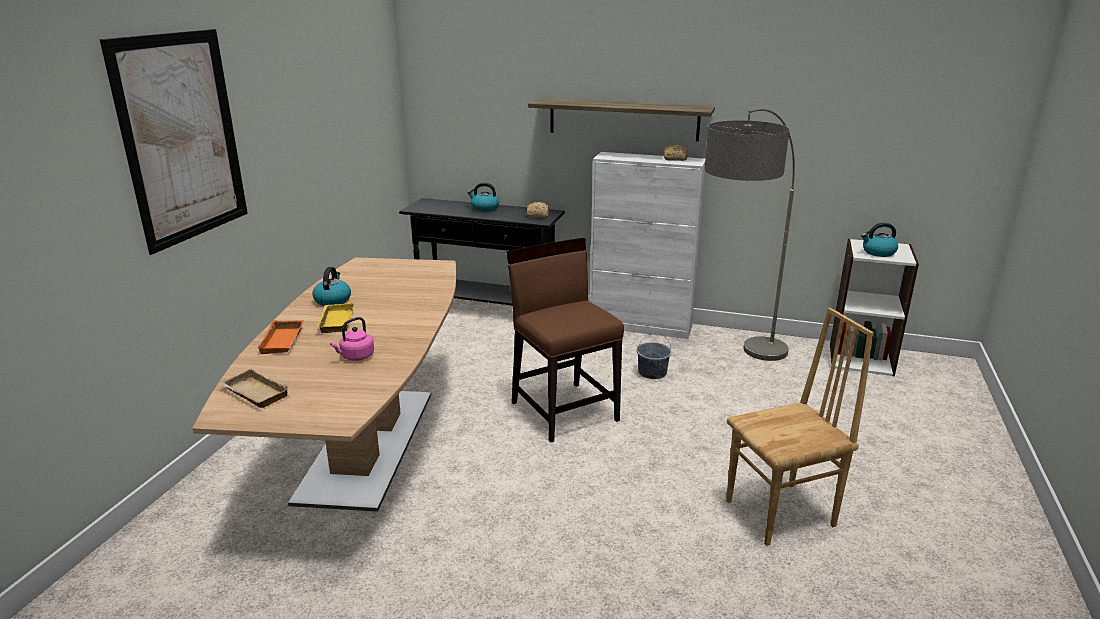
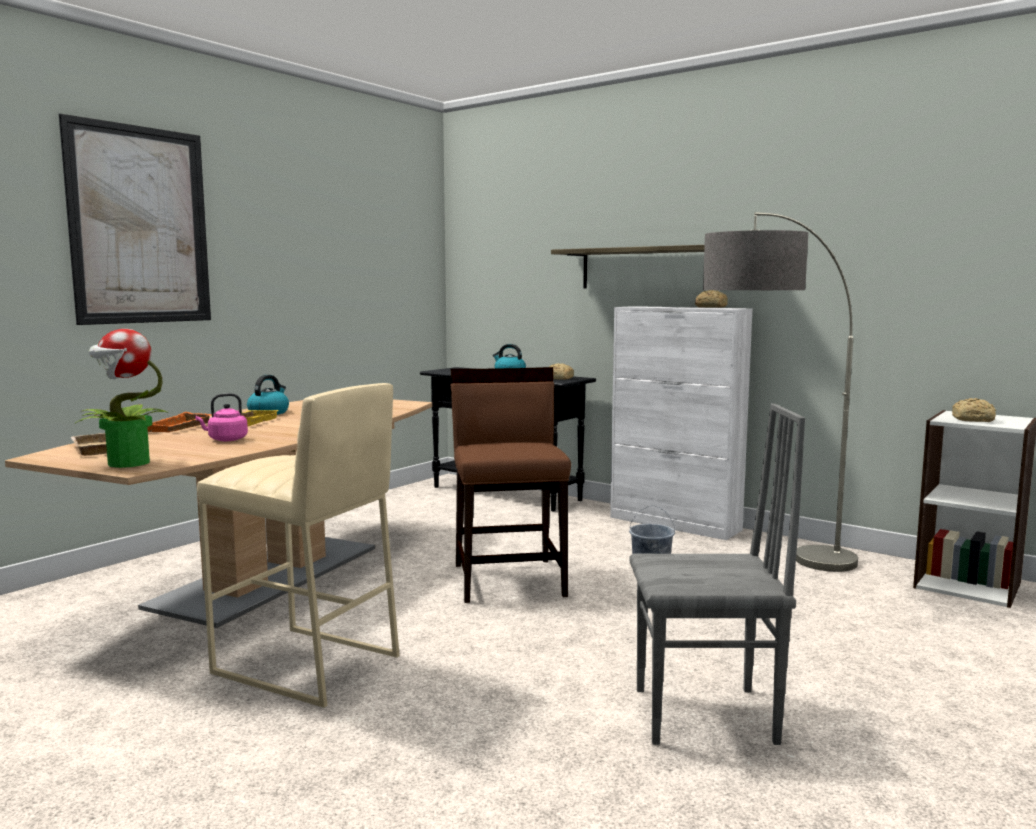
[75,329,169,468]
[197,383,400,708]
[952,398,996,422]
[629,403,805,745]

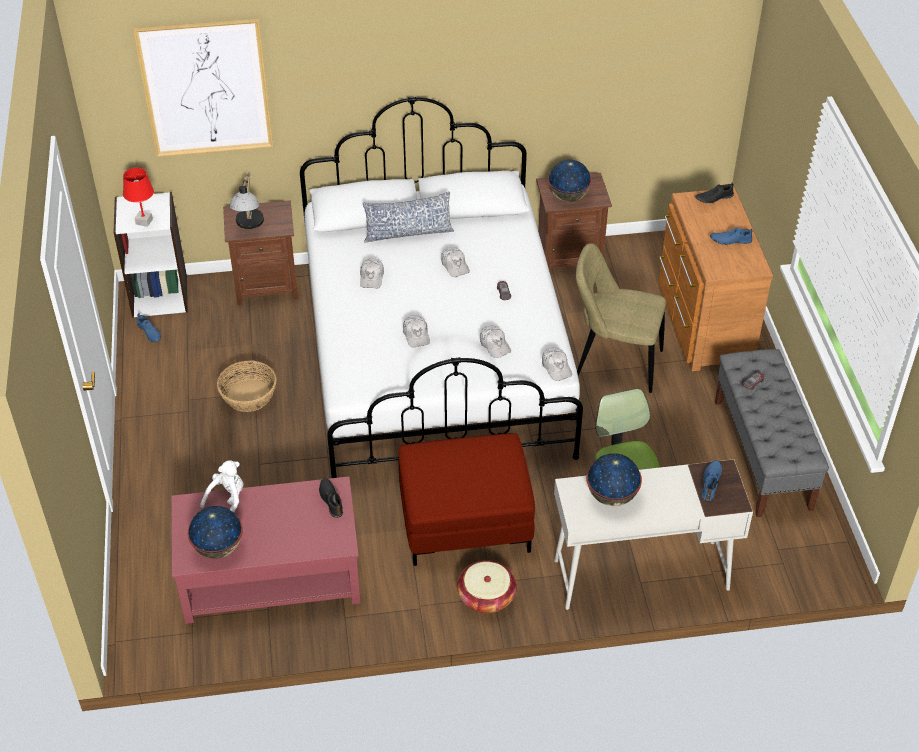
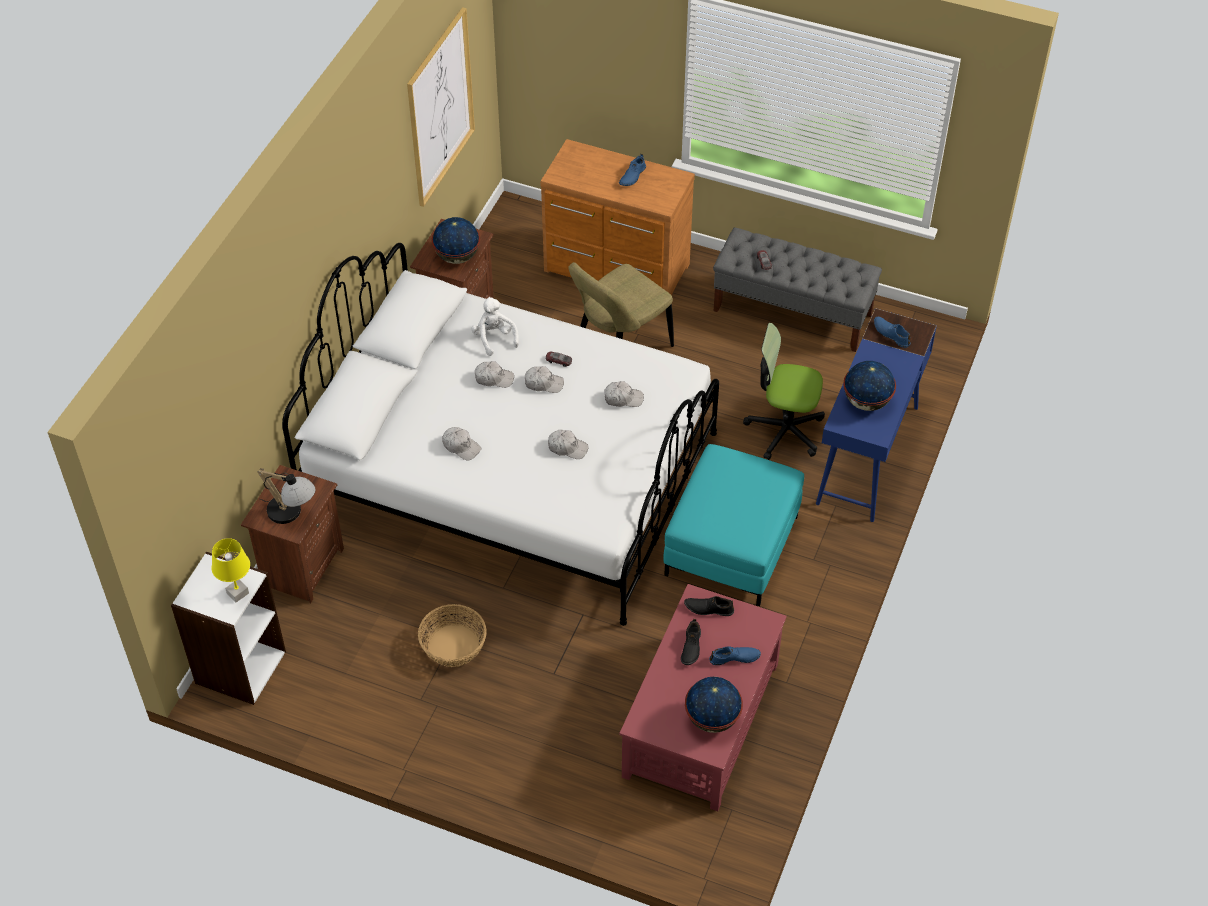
[363,192,454,243] (first image)
[457,560,517,613] (first image)
[407,7,475,207]
[709,646,761,665]
[471,297,519,356]
[525,366,564,393]
[681,619,701,665]
[212,538,250,602]
[663,444,804,606]
[816,308,937,522]

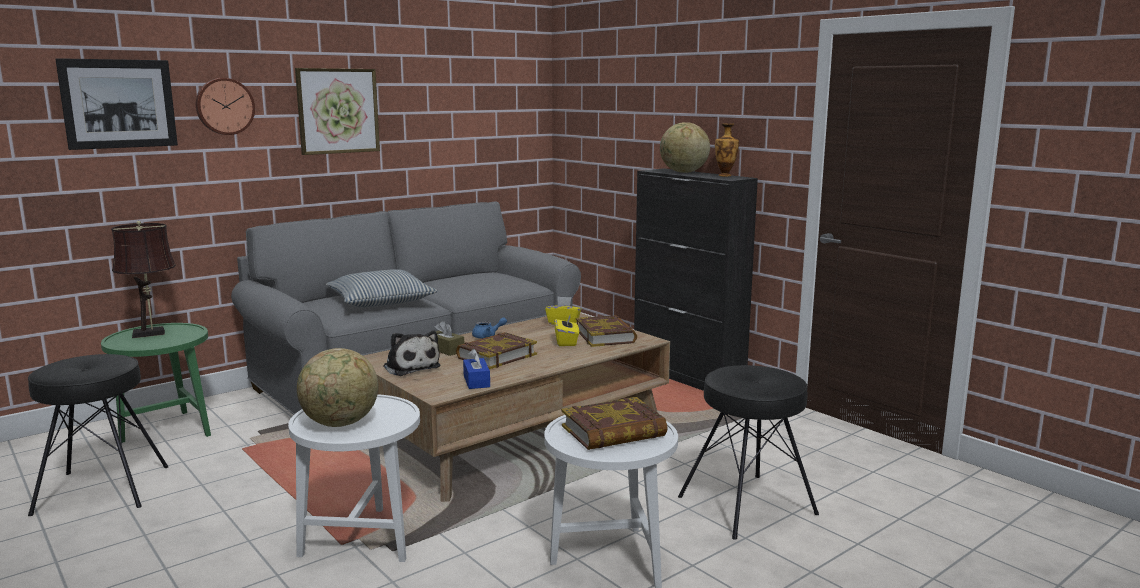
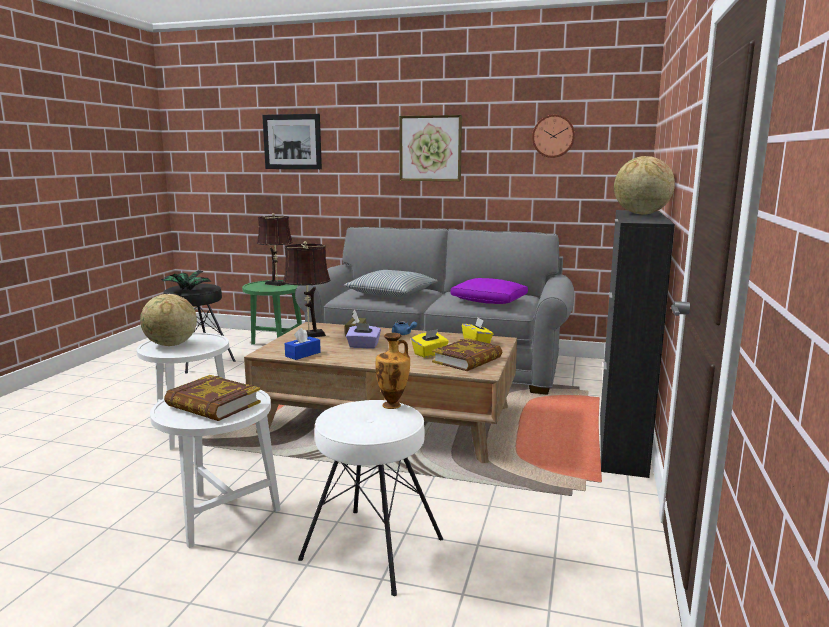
[161,270,211,290]
[451,278,528,304]
[532,114,575,158]
[376,333,410,409]
[283,241,331,337]
[346,323,381,349]
[298,400,443,596]

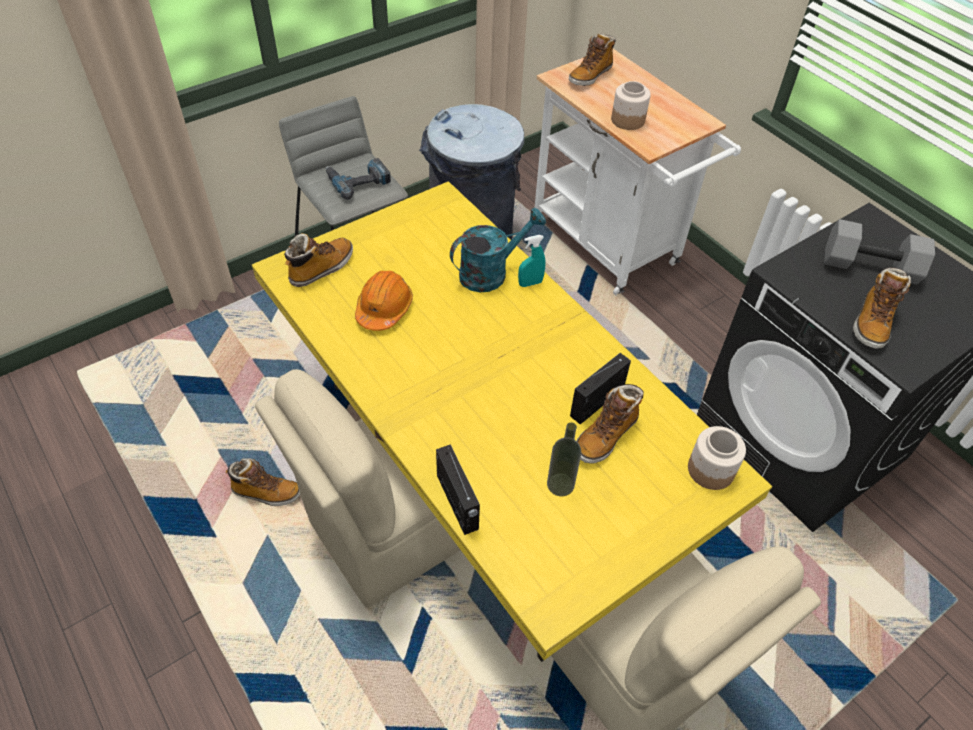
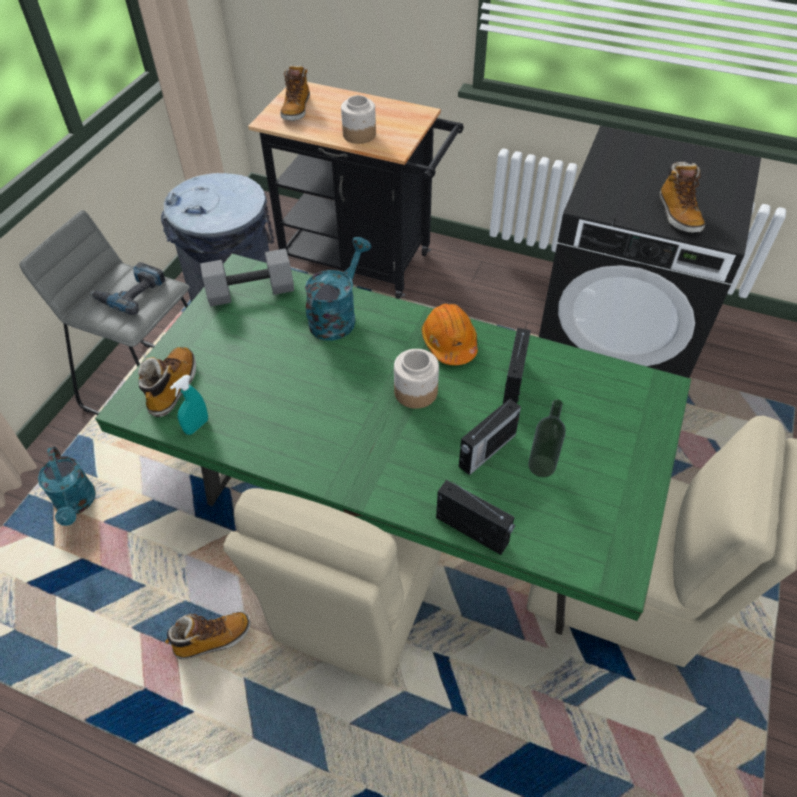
[577,384,644,463] (first image)
[38,446,96,526]
[459,399,521,476]
[422,304,478,365]
[170,375,208,435]
[394,349,439,409]
[200,249,294,306]
[95,254,691,635]
[248,82,464,299]

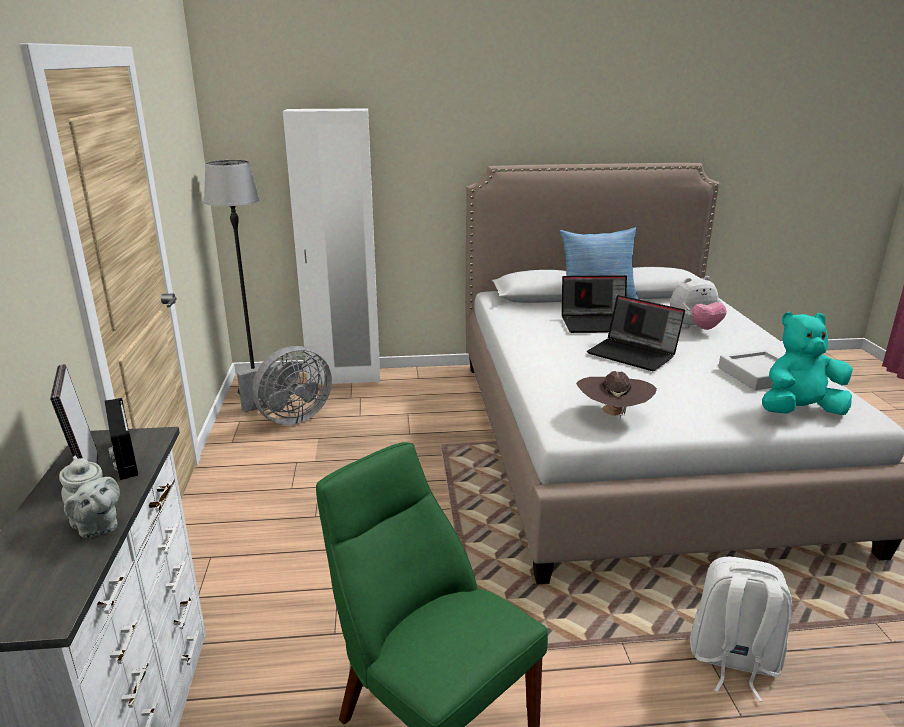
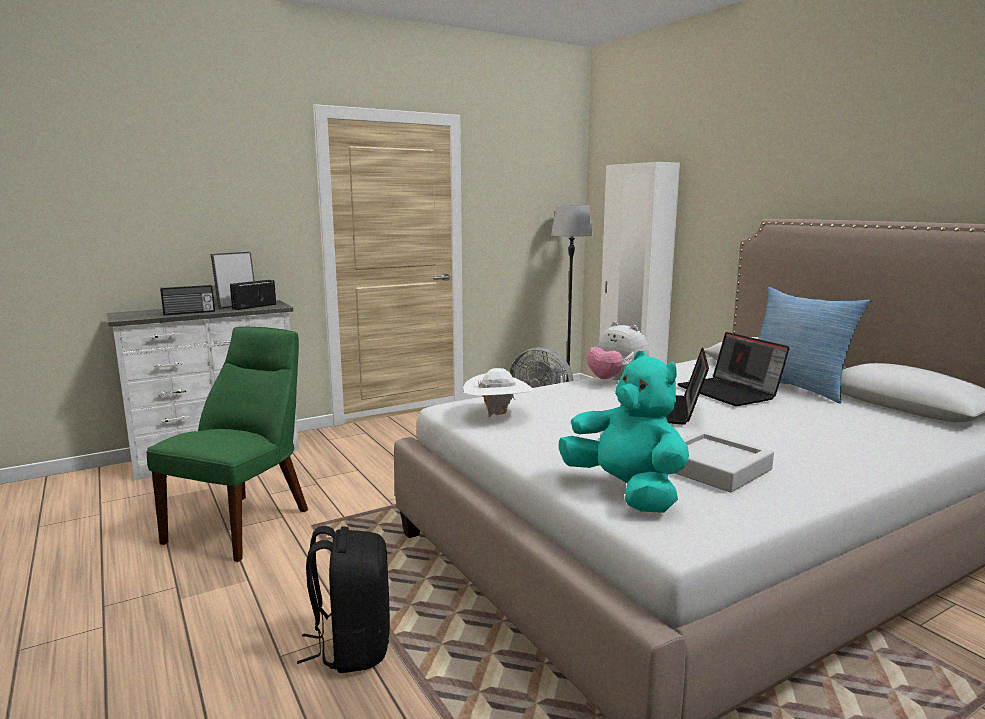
[587,321,649,380]
[160,285,215,315]
[463,368,533,417]
[297,526,390,673]

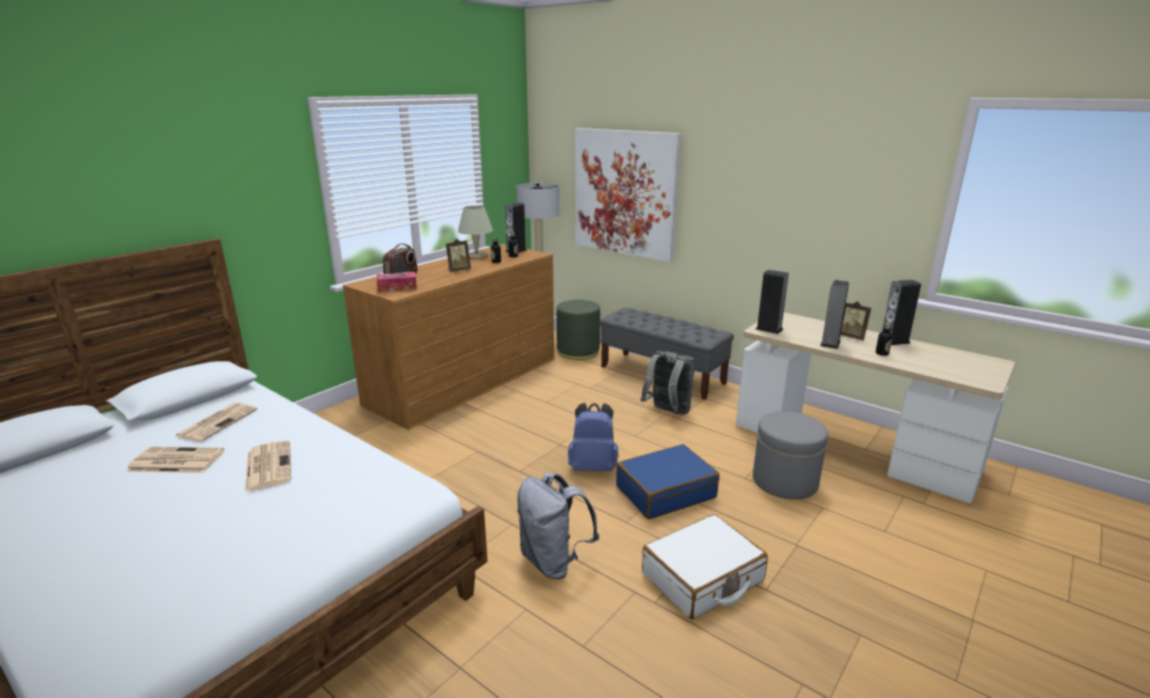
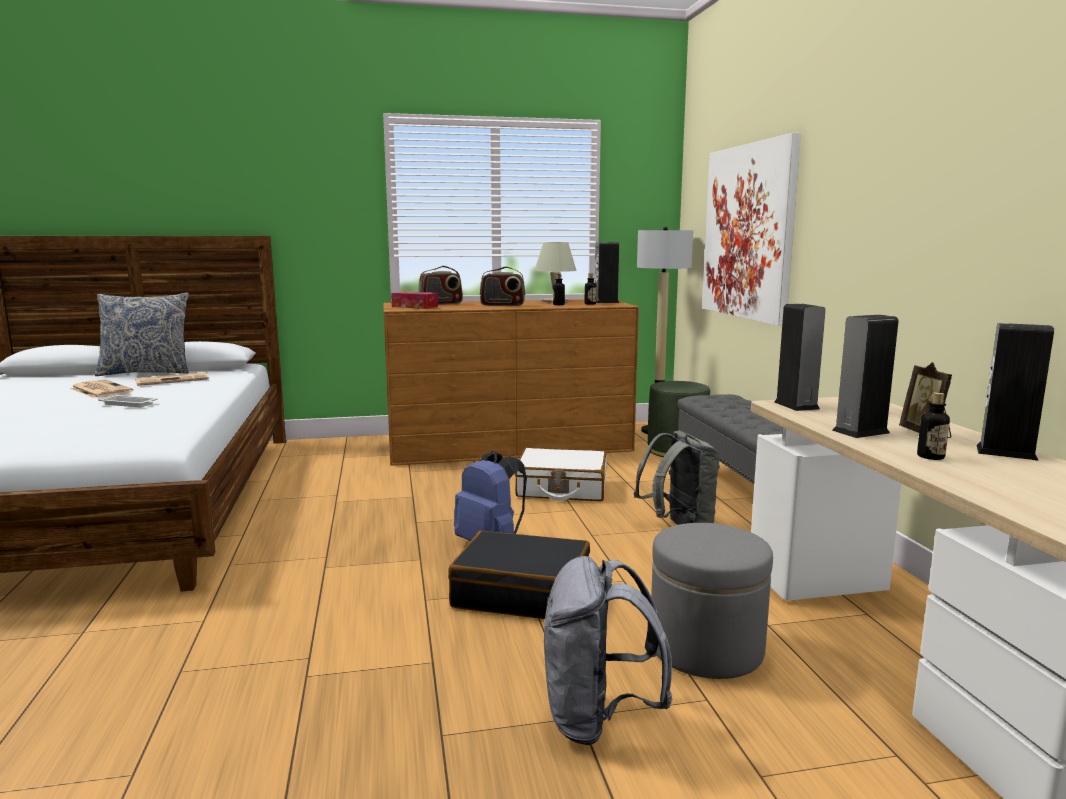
[95,292,189,376]
[544,556,672,745]
[515,448,607,501]
[98,394,158,407]
[480,266,525,306]
[448,531,590,619]

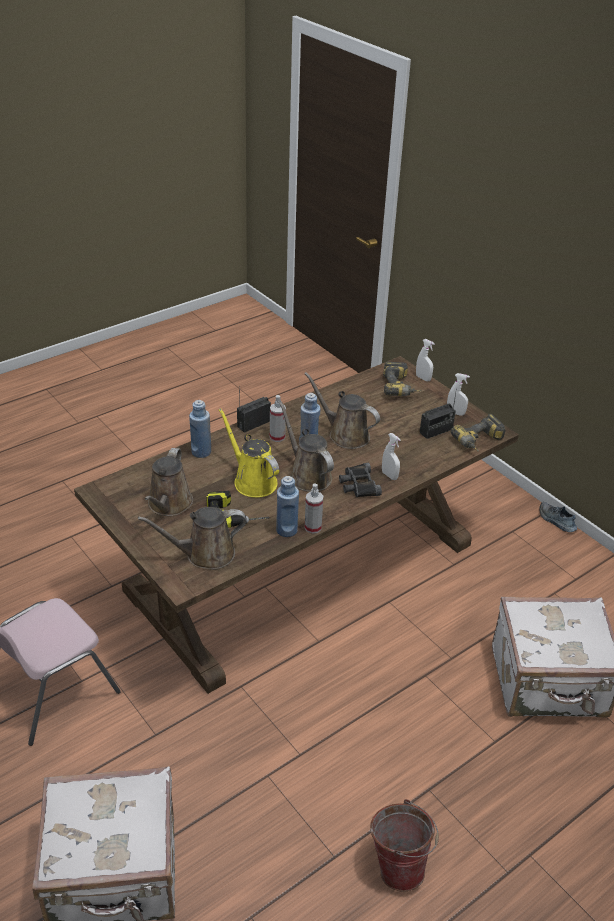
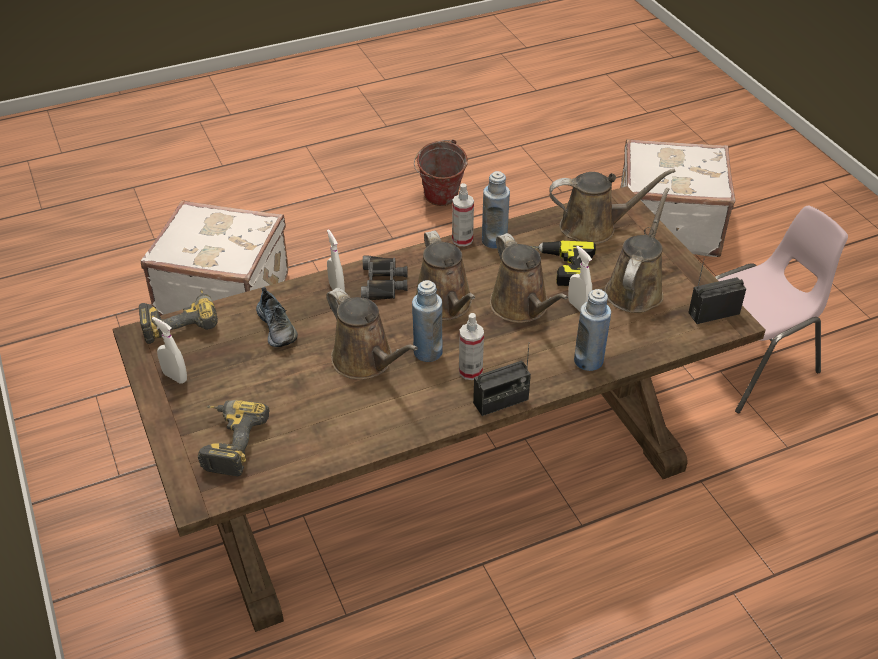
[568,246,592,312]
[688,258,746,324]
[256,287,298,347]
[490,233,568,323]

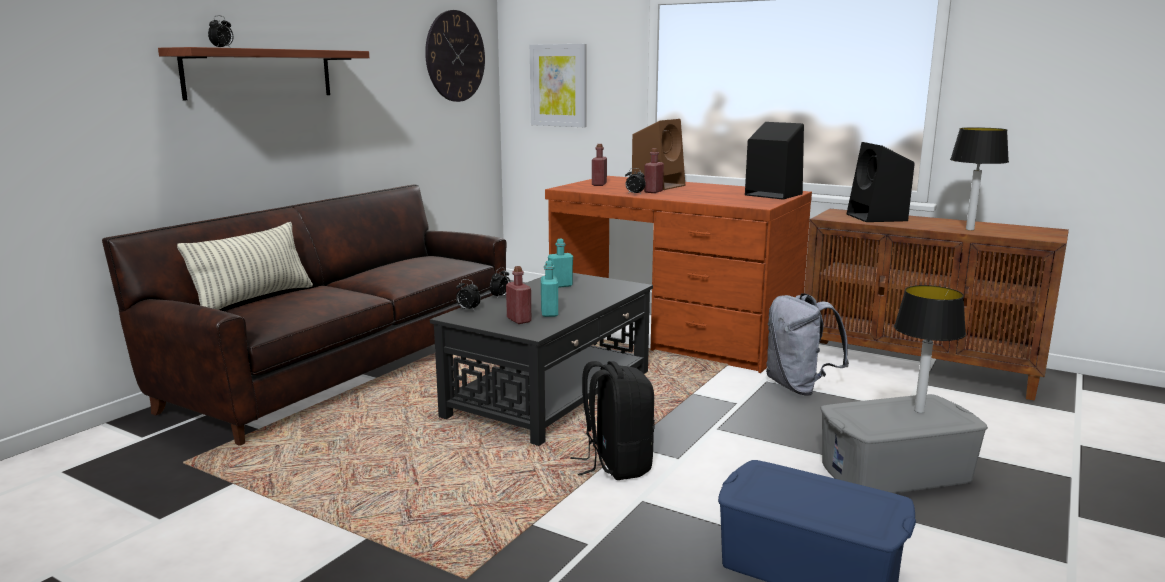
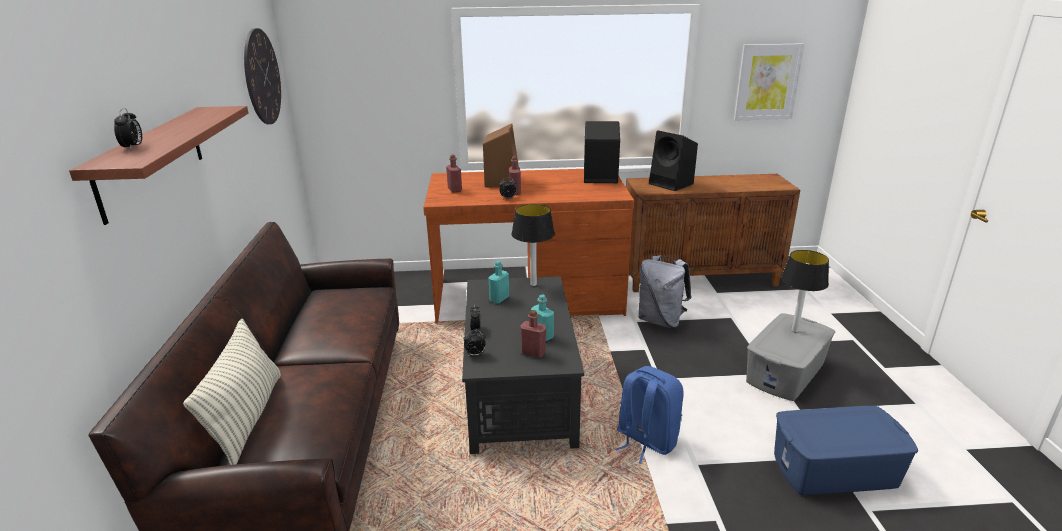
[734,43,804,120]
[511,204,555,286]
[615,366,684,463]

